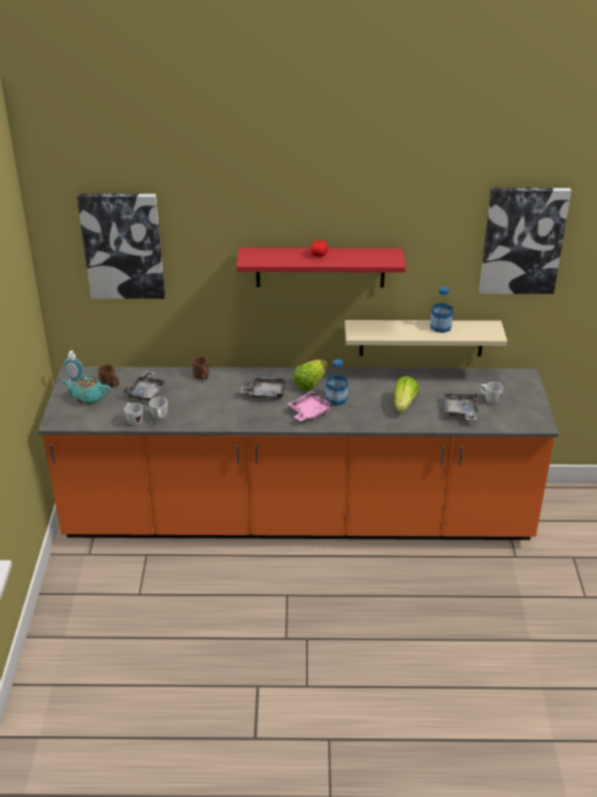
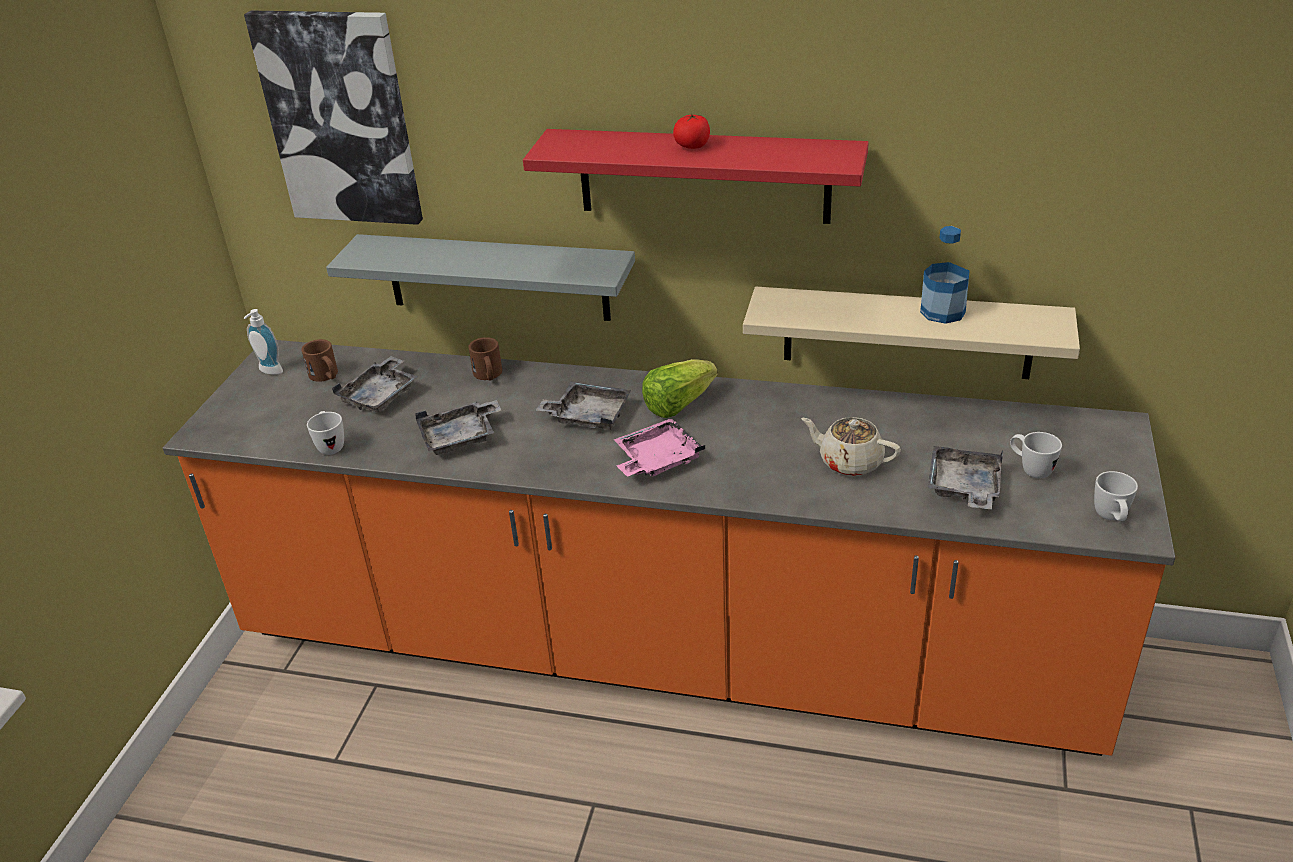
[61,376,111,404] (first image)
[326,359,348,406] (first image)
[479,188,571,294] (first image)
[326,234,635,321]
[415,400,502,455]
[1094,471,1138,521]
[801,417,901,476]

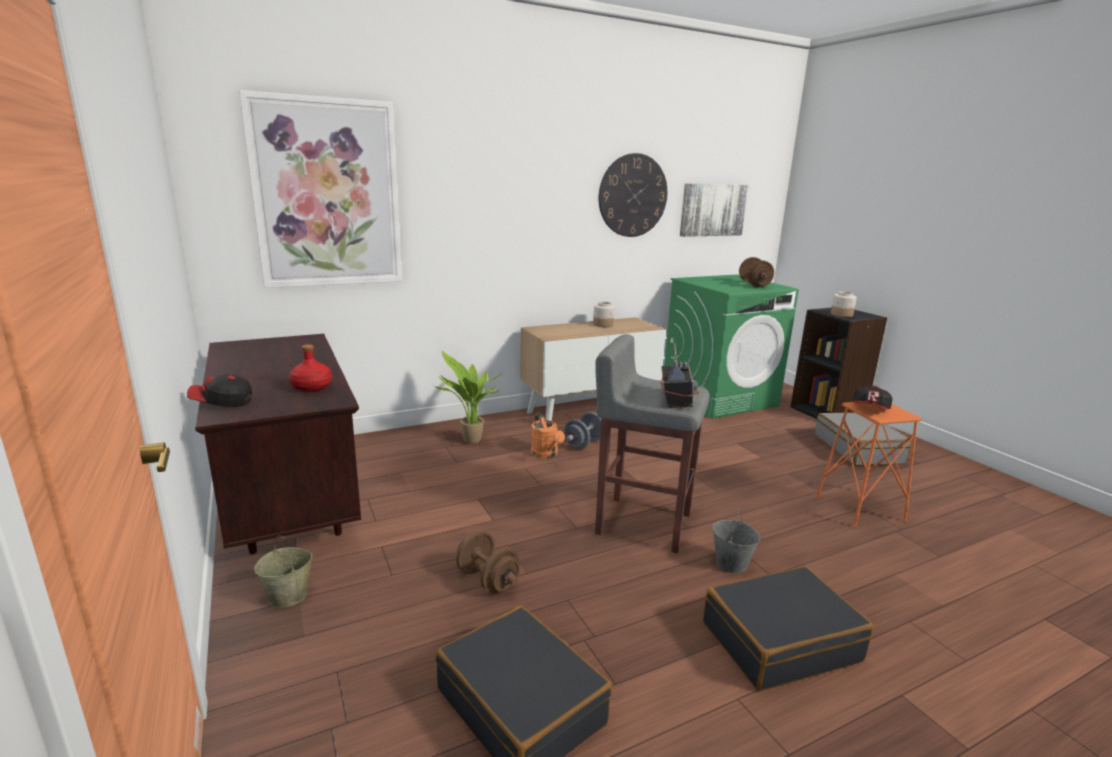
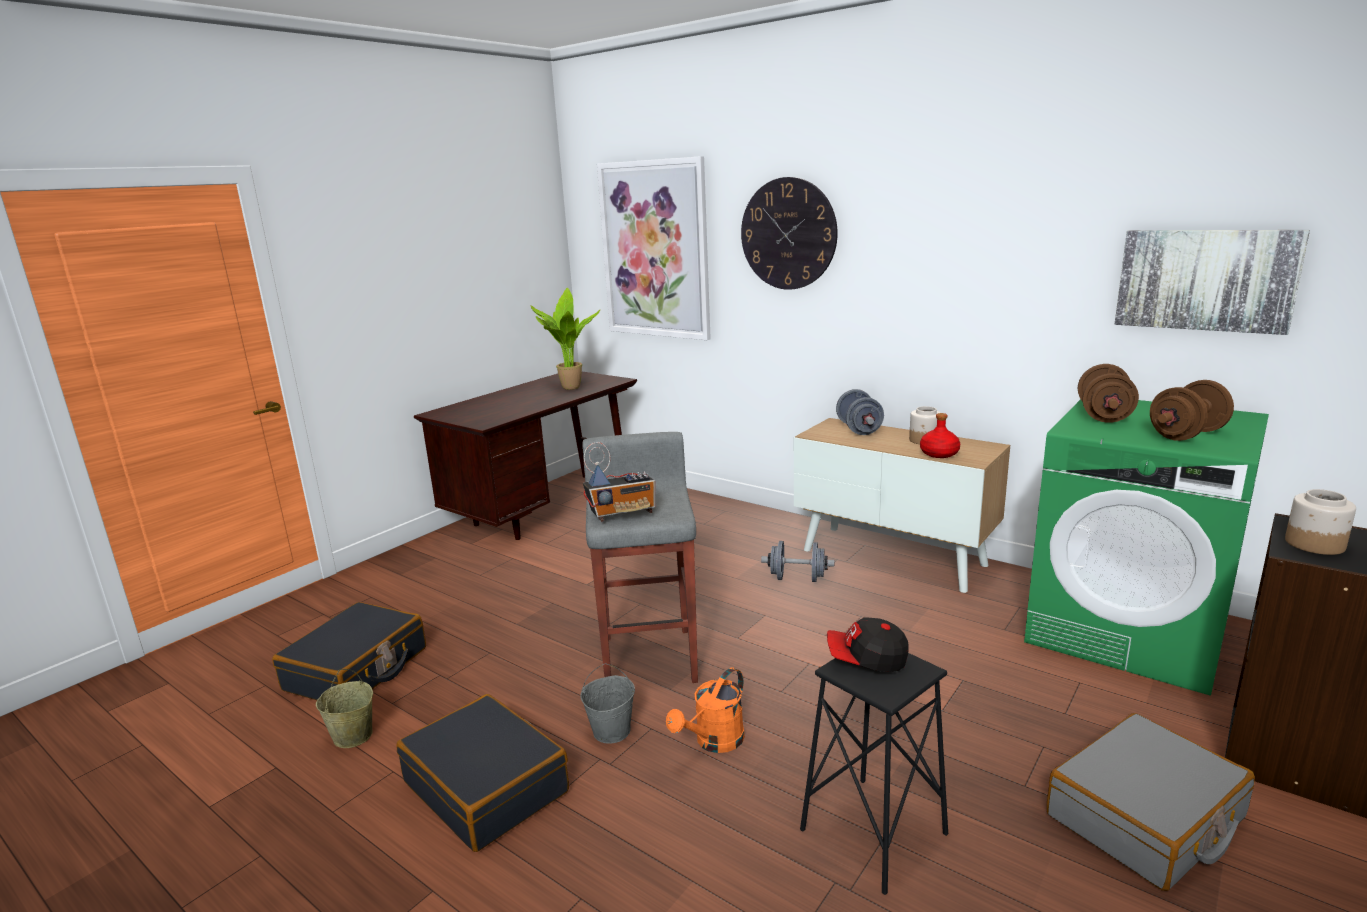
[187,374,252,407] (first image)
[836,389,884,435]
[316,669,373,748]
[920,413,960,458]
[530,288,600,390]
[1078,364,1139,423]
[666,667,745,753]
[741,177,838,290]
[800,653,948,895]

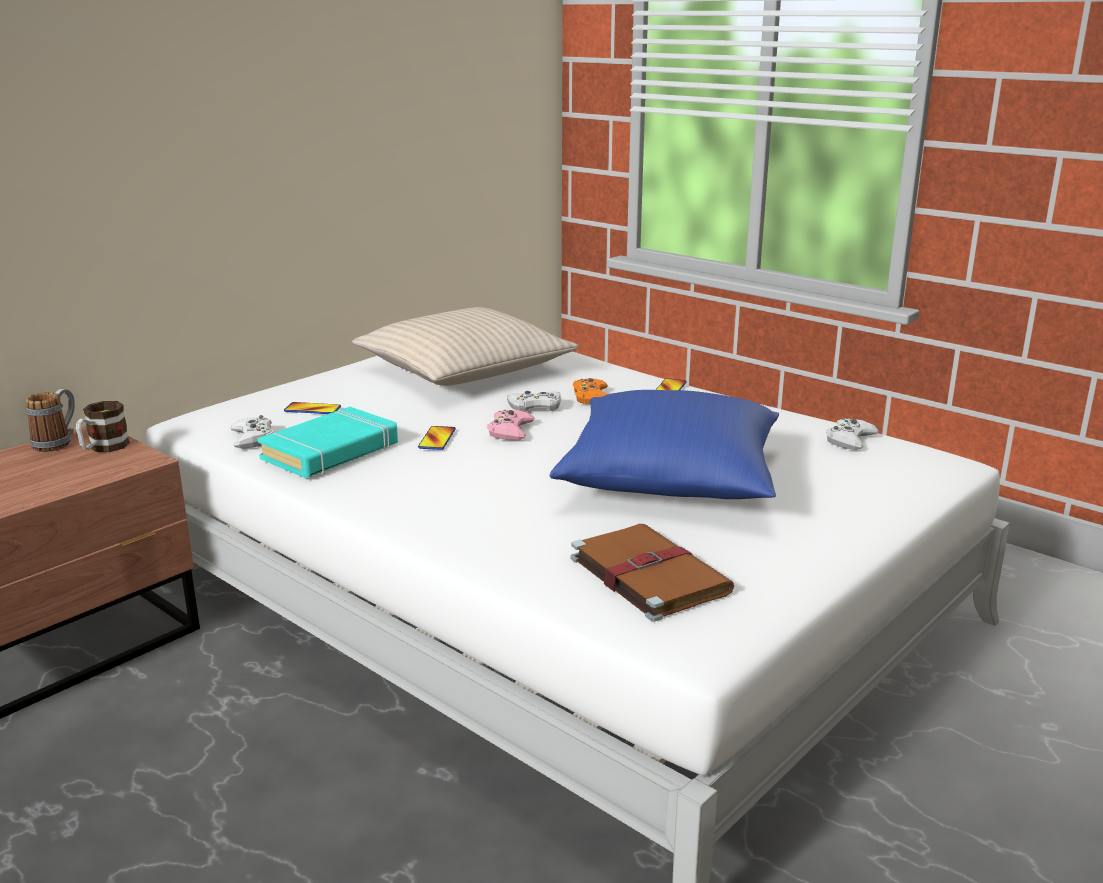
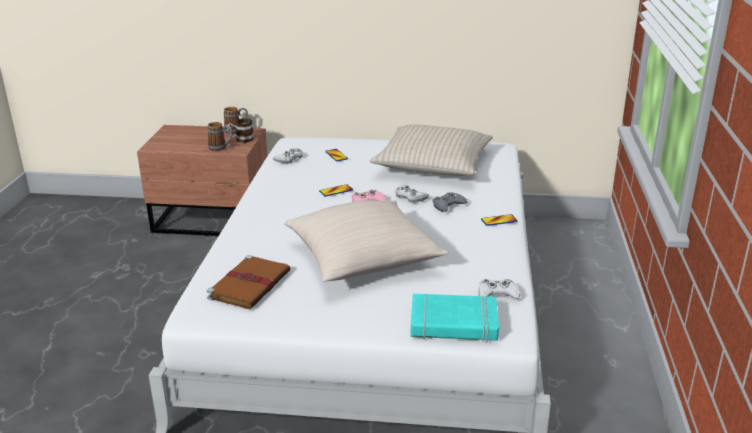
[207,122,233,151]
[411,294,499,342]
[284,200,449,282]
[432,192,467,212]

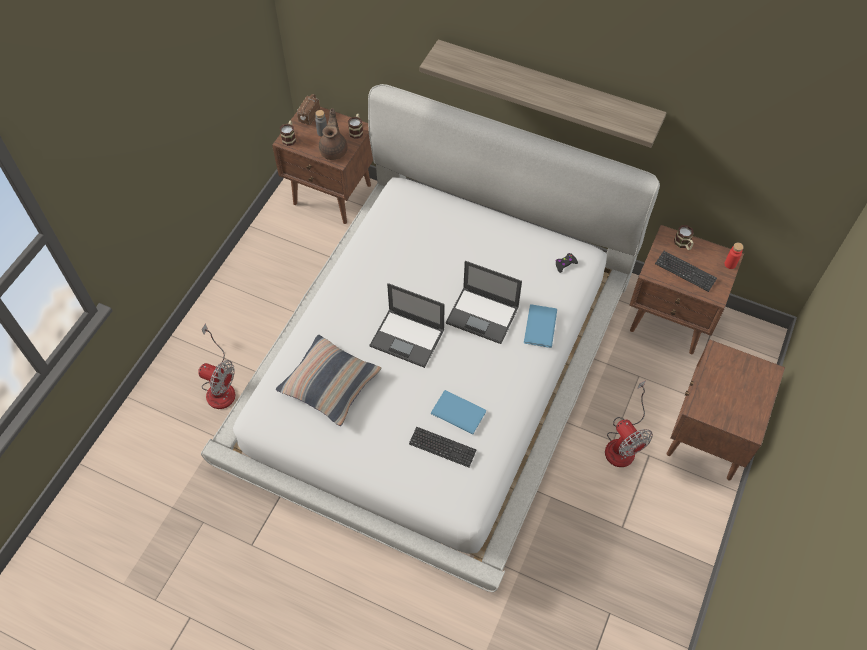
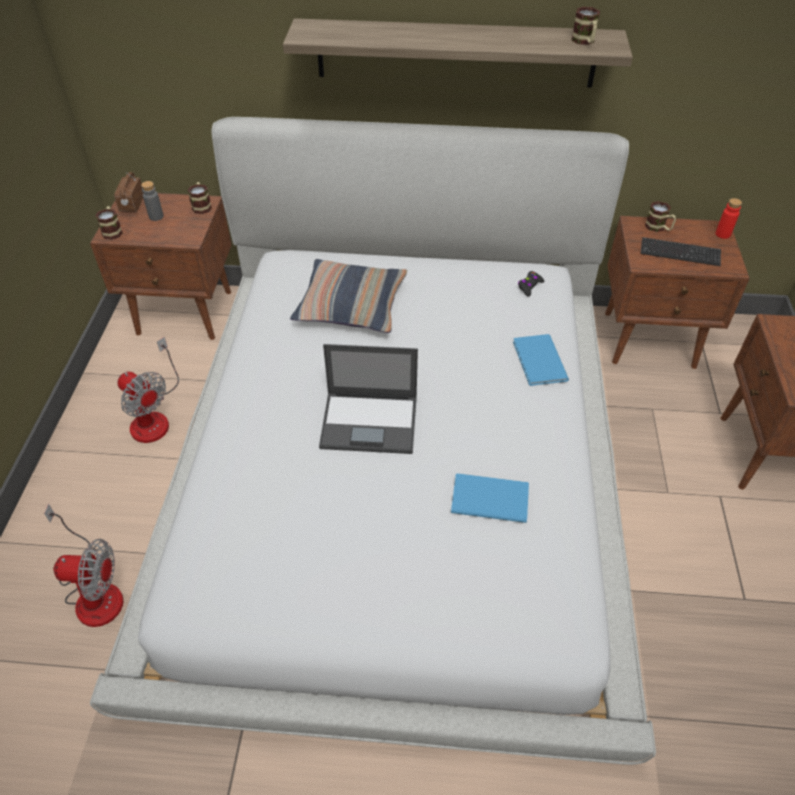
[319,108,348,160] (first image)
[409,427,476,467] (first image)
[446,261,522,344] (first image)
[571,7,600,45]
[290,259,407,333]
[117,337,179,443]

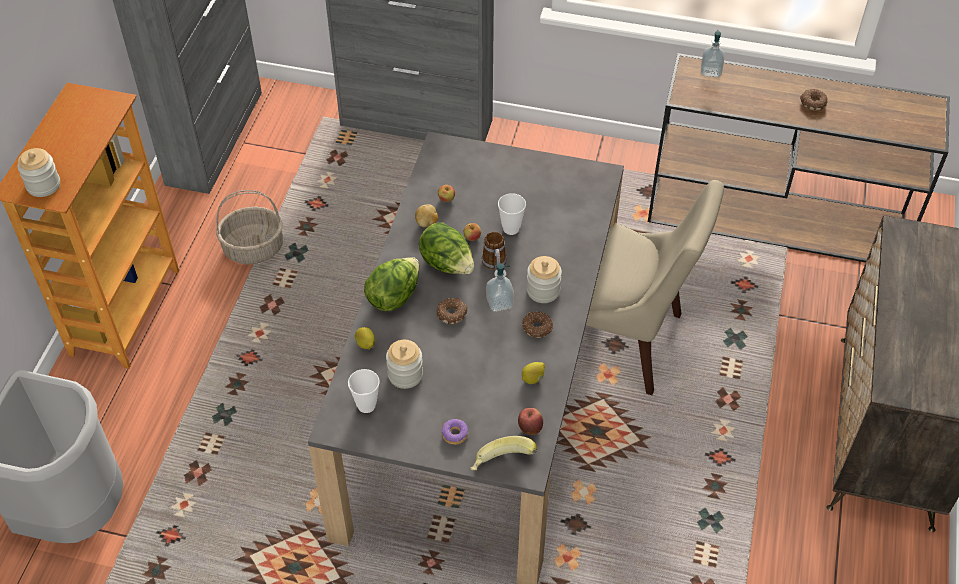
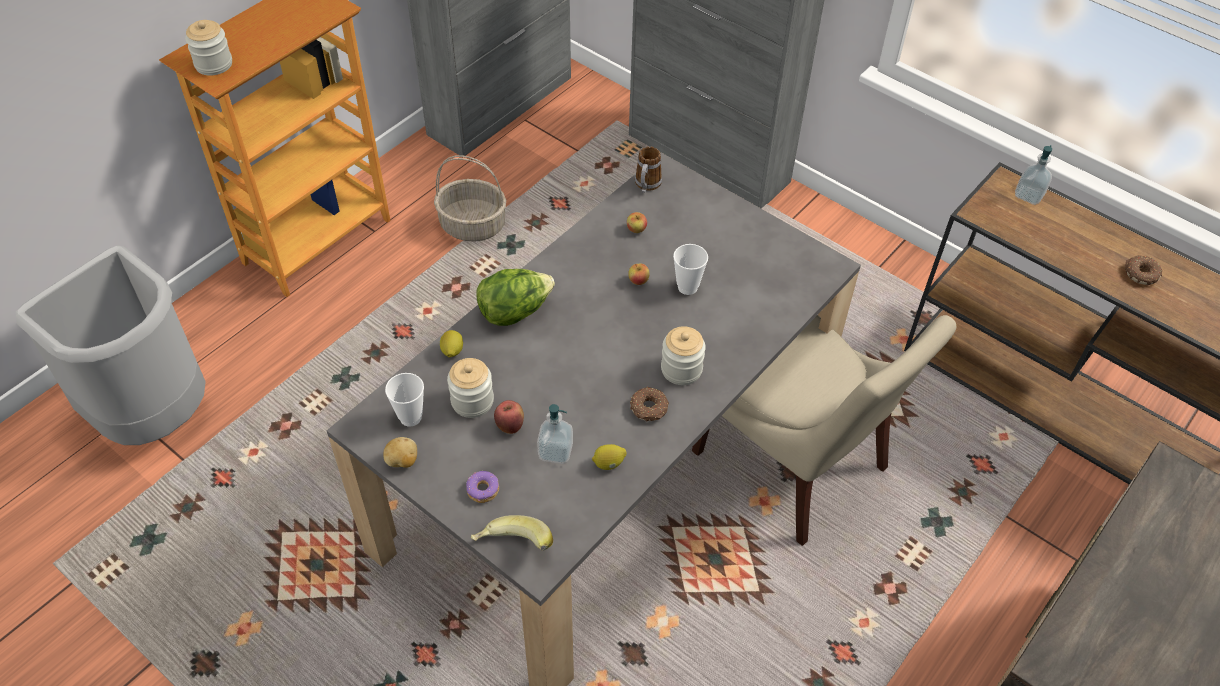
[419,222,474,274] (first image)
[437,298,467,325] (first image)
[383,437,417,468]
[635,146,662,193]
[537,404,573,464]
[494,400,524,434]

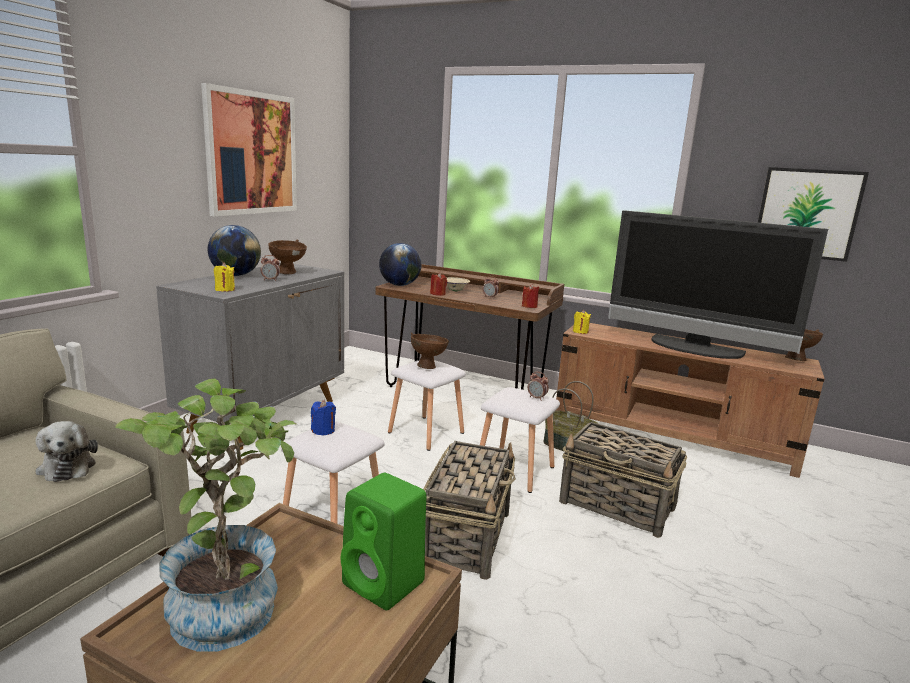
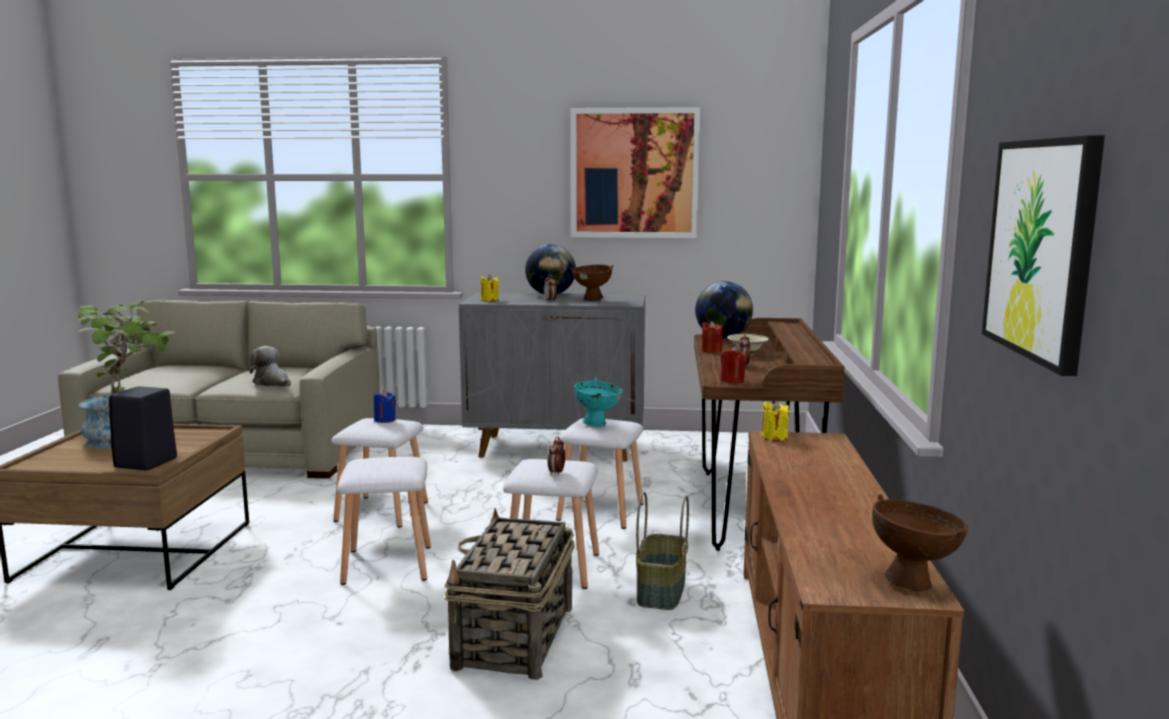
[608,210,828,359] (first image)
[337,457,431,585]
[109,386,177,471]
[575,378,623,427]
[250,346,291,387]

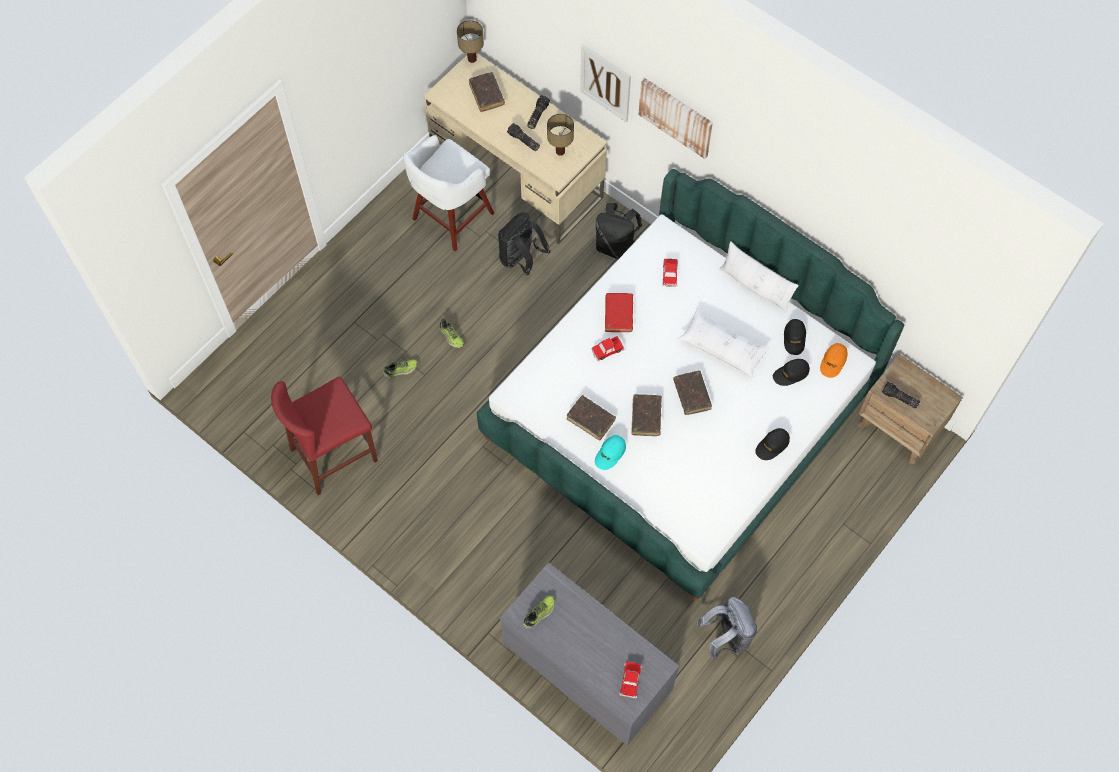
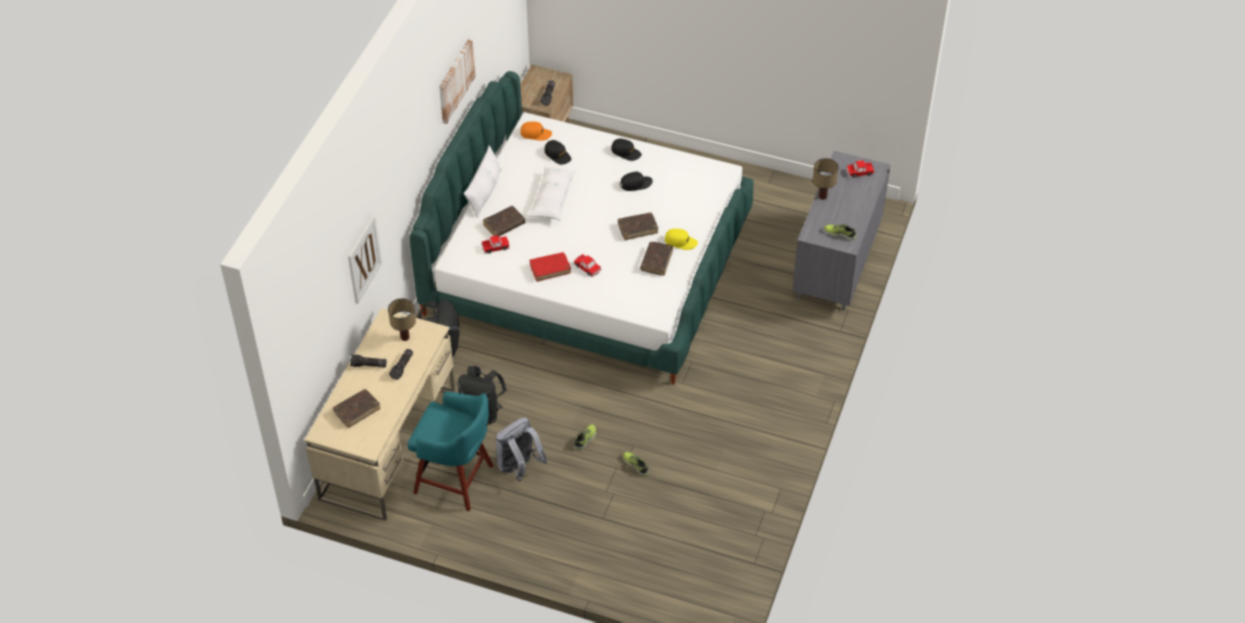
[271,377,378,495] (first image)
[813,158,839,200]
[439,39,476,124]
[483,206,525,236]
[495,417,548,481]
[620,172,653,191]
[407,391,493,511]
[665,229,698,250]

